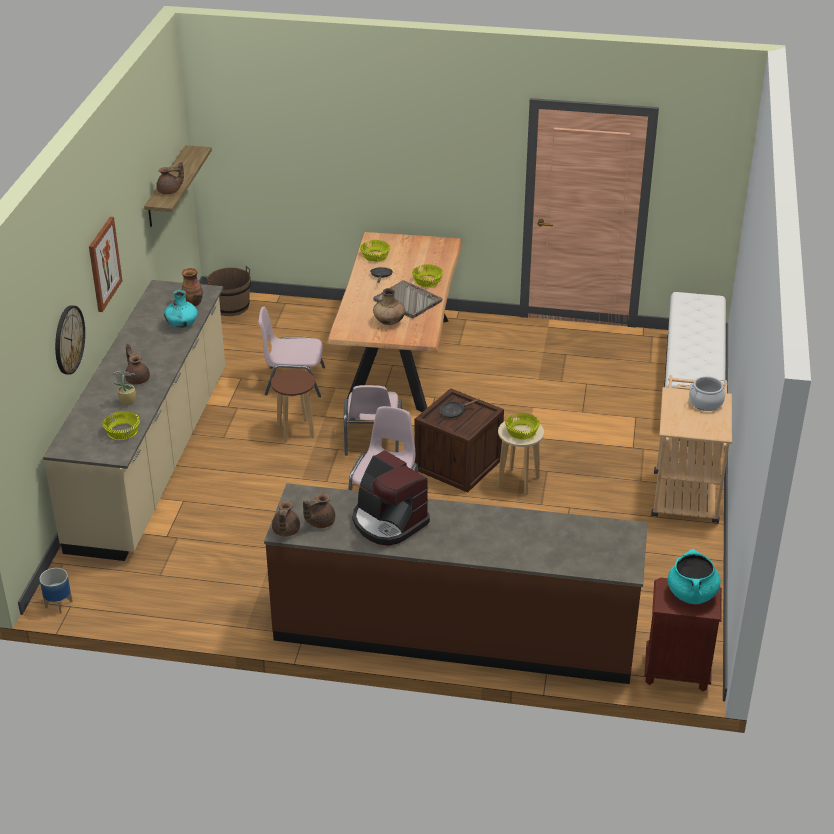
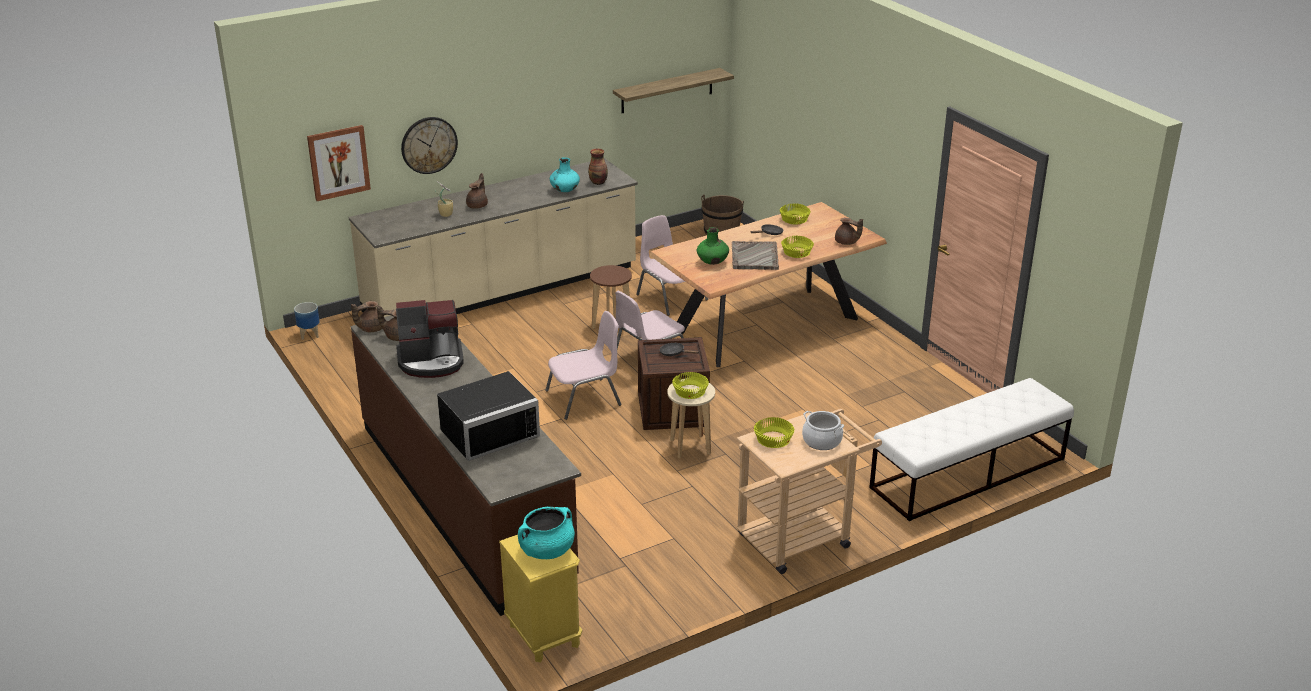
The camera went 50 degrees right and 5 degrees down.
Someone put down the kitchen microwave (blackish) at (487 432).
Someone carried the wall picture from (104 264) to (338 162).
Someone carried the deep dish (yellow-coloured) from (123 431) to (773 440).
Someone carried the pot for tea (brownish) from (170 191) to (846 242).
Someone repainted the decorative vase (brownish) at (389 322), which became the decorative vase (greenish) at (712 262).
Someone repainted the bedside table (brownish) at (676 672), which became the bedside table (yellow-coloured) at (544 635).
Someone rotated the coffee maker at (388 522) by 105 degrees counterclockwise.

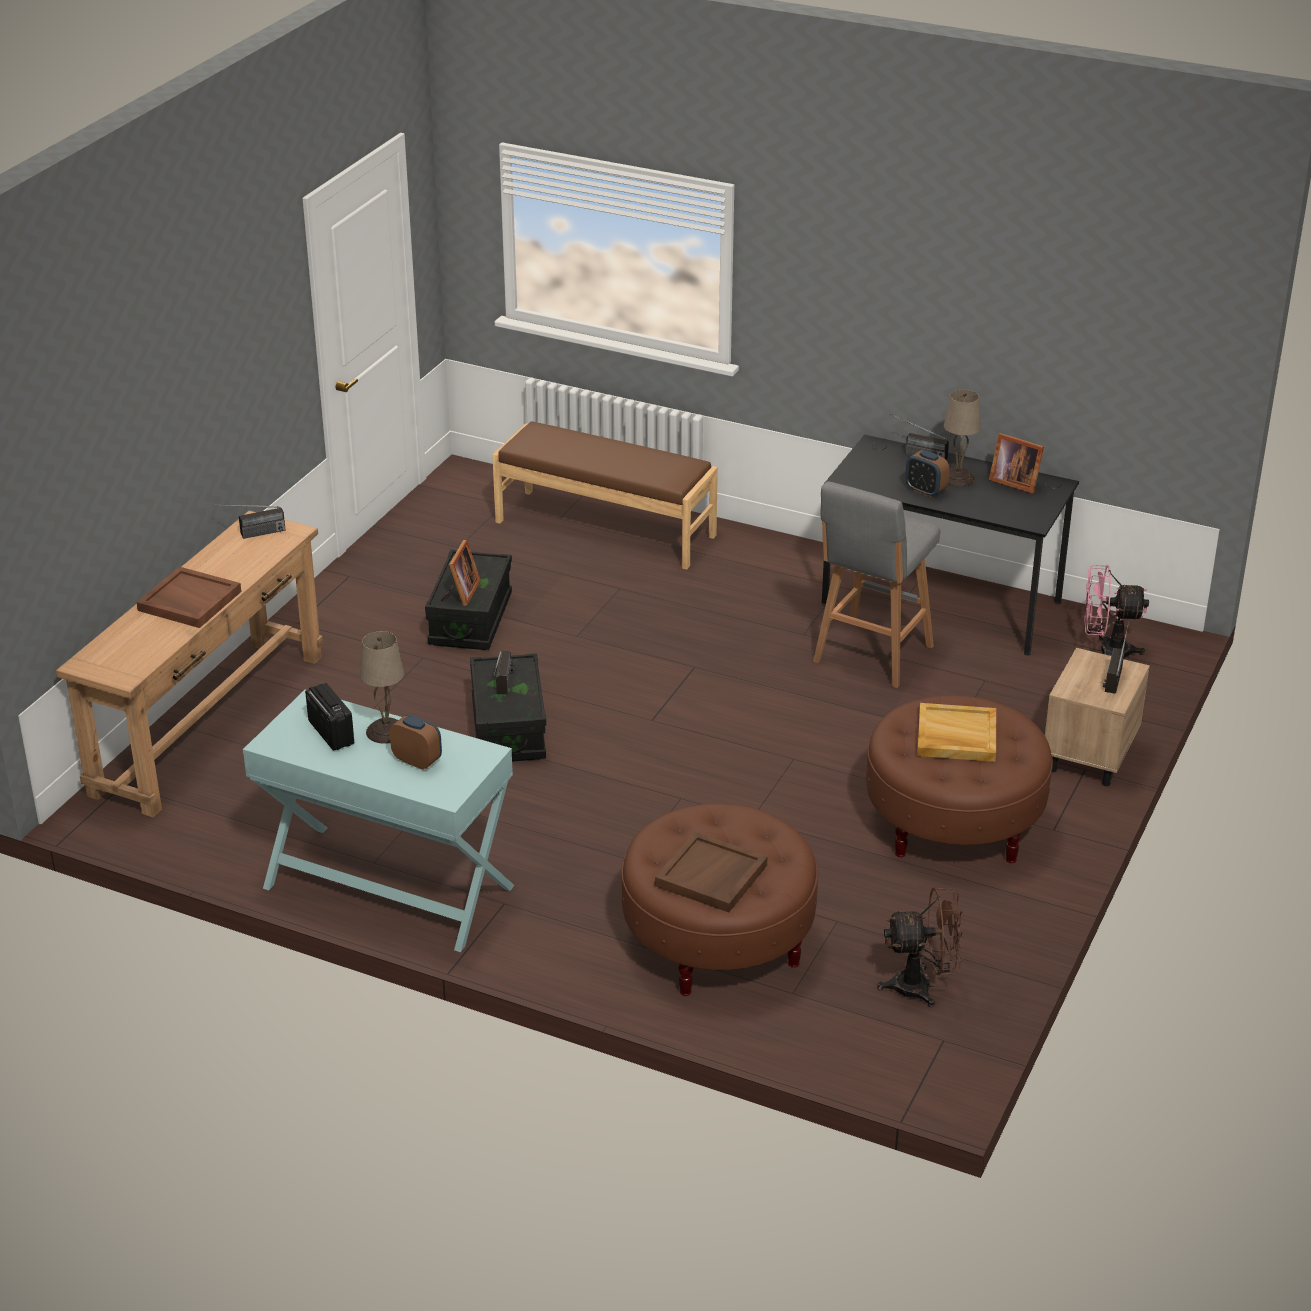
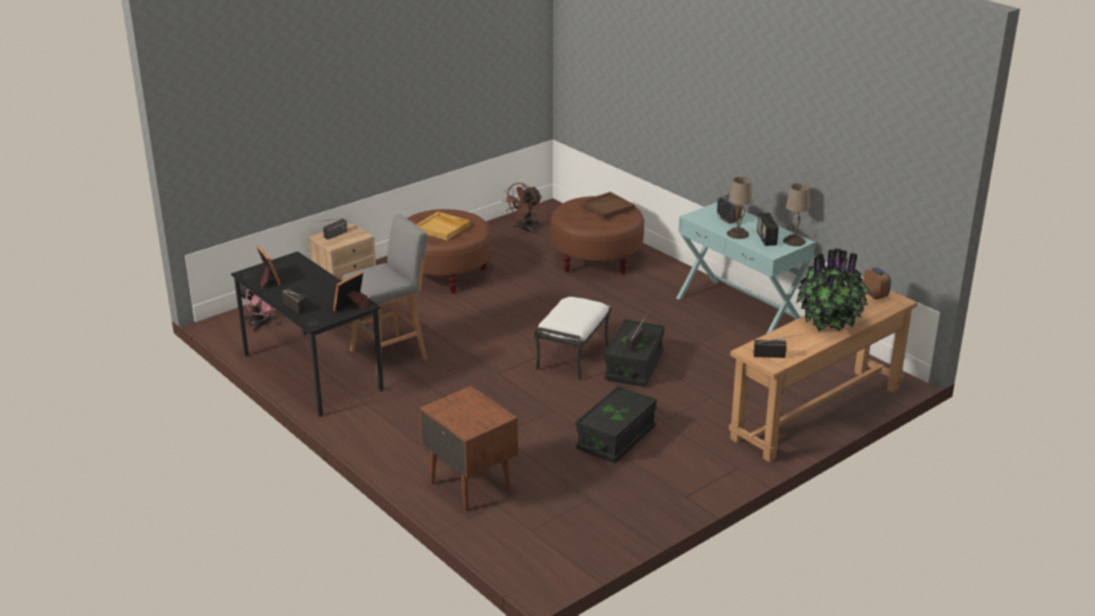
The camera went 155 degrees left and 5 degrees down.
Someone put down the ottoman (whitish) at (573 357).
Someone carried the picture frame from (461 593) to (352 306).
Someone carried the table clock from (925 491) to (875 295).
Someone carried the lamp for a table (sand-coloured) from (958 478) to (794 241).
Someone swapped the tray (brownish) at (188 601) for the potted plant at (830 322).
Someone swapped the bench (brownish) at (606 528) for the bedside table (brownish) at (469 485).
Someone rotated the electric fan (brownish) at (922 987) by 75 degrees counterclockwise.

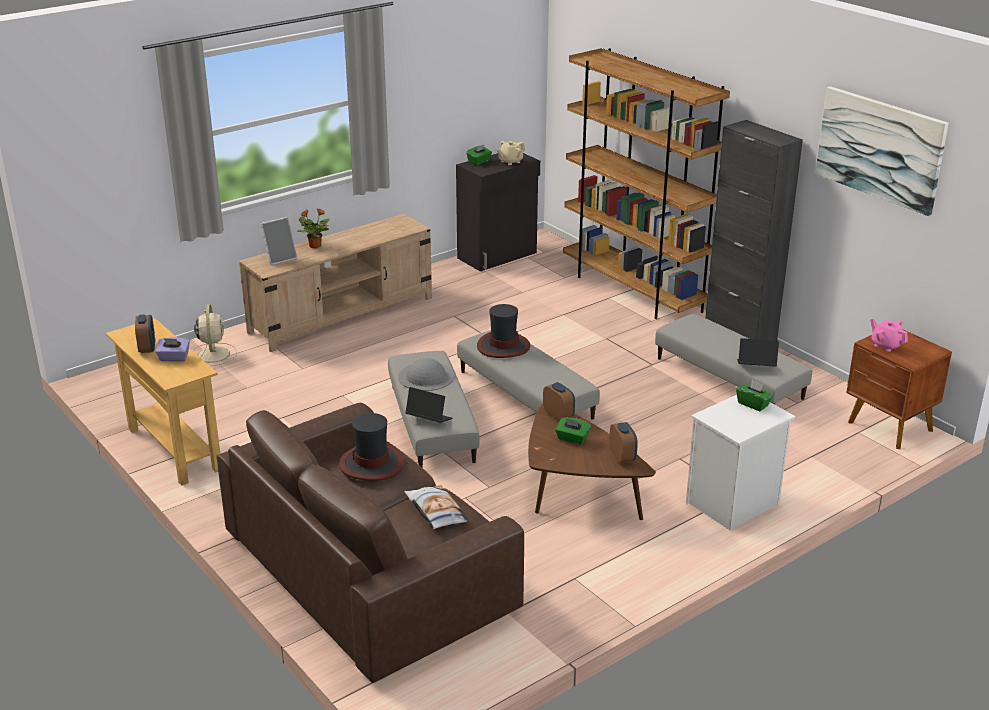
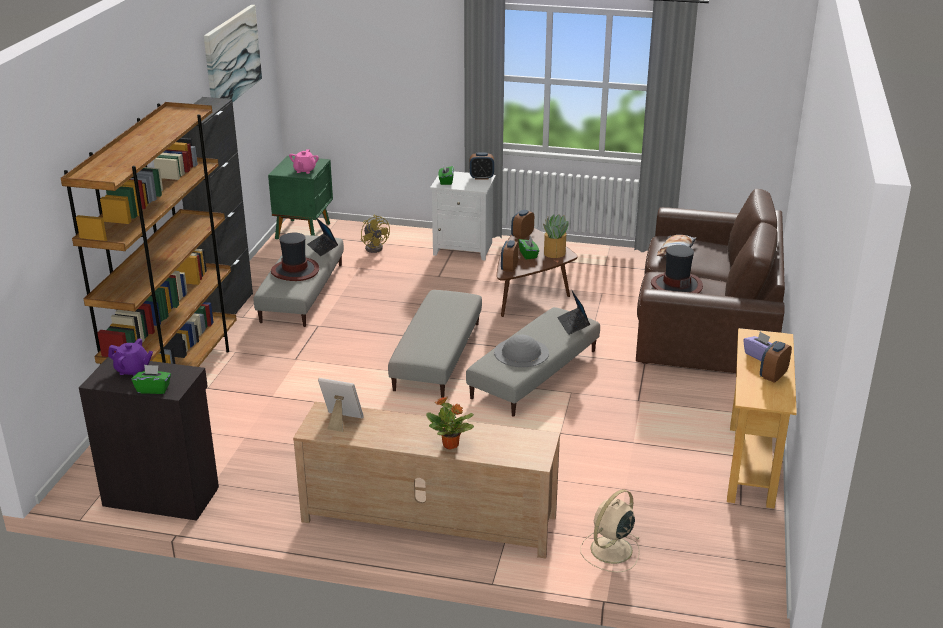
The camera went 130 degrees left and 0 degrees up.
Someone put down the electric fan (yellow-coloured) at (375 247).
Someone put down the table clock at (481 177).
Someone put down the potted plant at (554 253).
Someone carried the picture frame from (280 258) to (341 421).
Someone carried the wearable hat from (503 346) to (295 271).
Someone repainted the pot for tea (sand-coloured) at (510 161), which became the pot for tea (purple) at (133 370).
Someone repainted the bedside table (brownish) at (890 427), which became the bedside table (greenish) at (304 231).

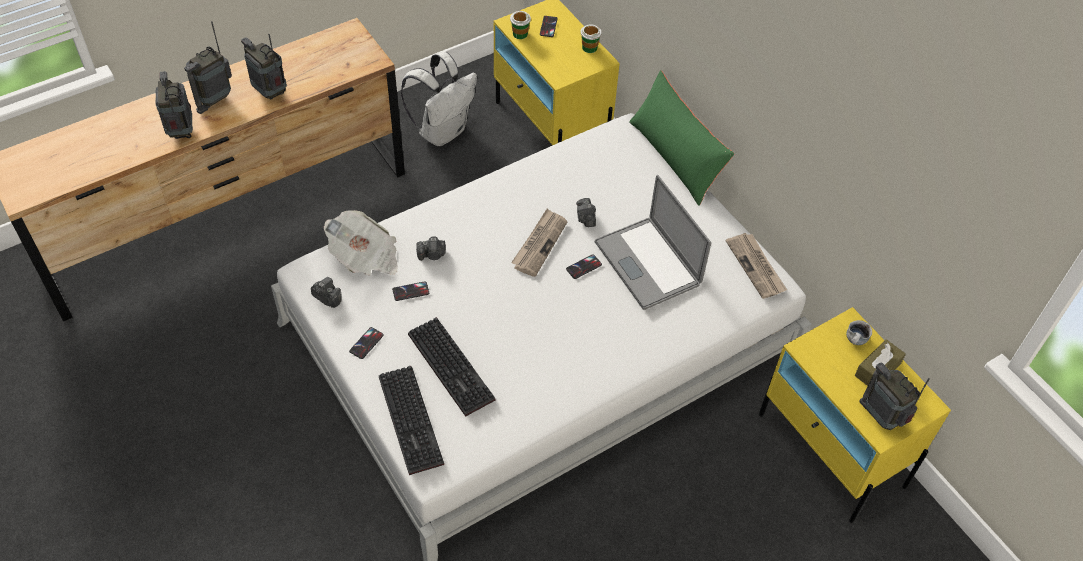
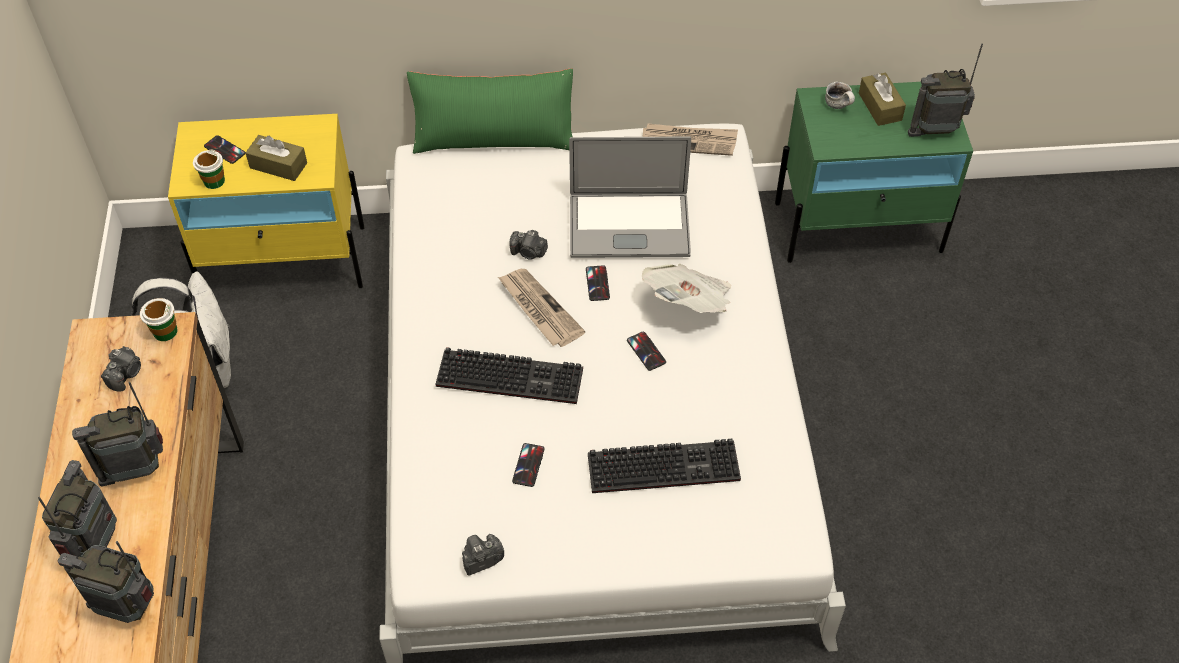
The camera went 60 degrees left and 0 degrees up.
Someone put down the tissue holder (brownish) at (278 165).
Someone carried the printed paper from (365 257) to (689 303).
Someone carried the telephone from (366 343) to (646 351).
Someone carried the computer keyboard from (413 421) to (512 376).
Someone carried the photo camera from (432 255) to (126 374).
Someone carried the cup from (589 47) to (165 331).
Someone repainted the bedside table (yellow-coloured) at (831 450), which became the bedside table (greenish) at (859 227).
Someone rotated the radio receiver at (214 99) by 150 degrees counterclockwise.

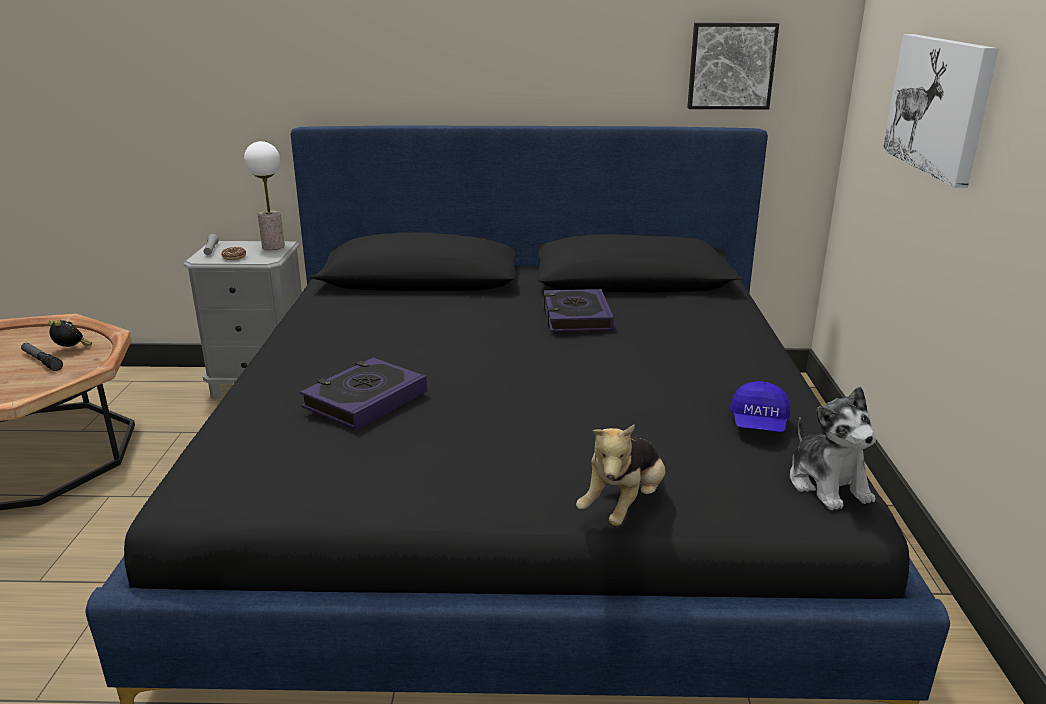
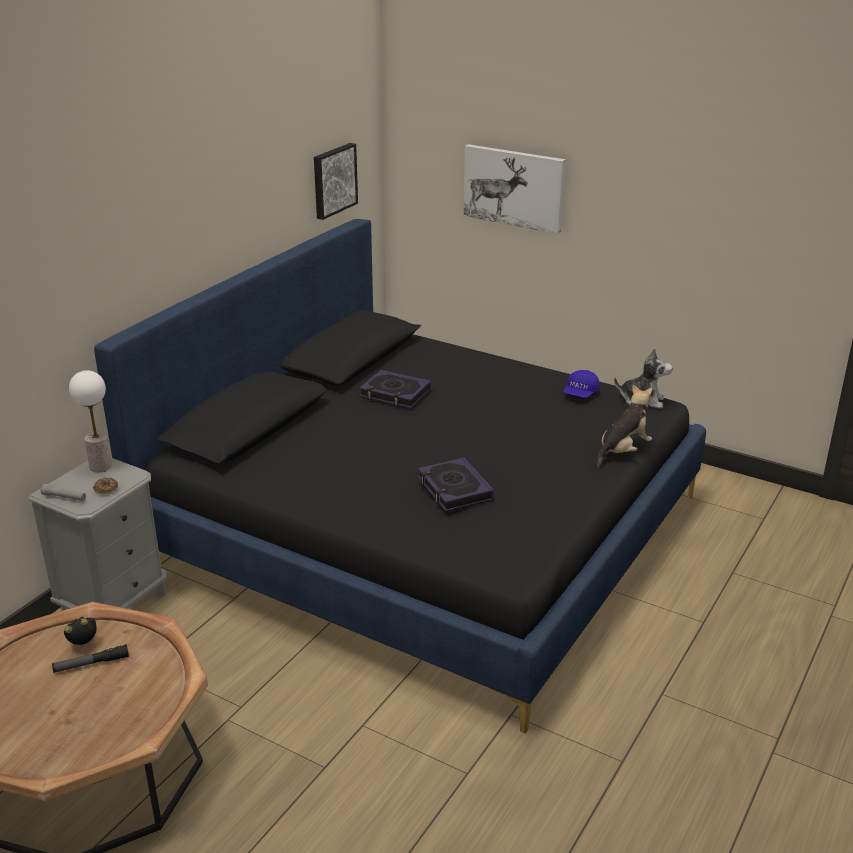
The camera went 60 degrees left and 5 degrees up.
Someone rotated the plush toy at (624 505) by 105 degrees counterclockwise.
Someone rotated the peaked cap (blue-coloured) at (759 424) by 75 degrees clockwise.

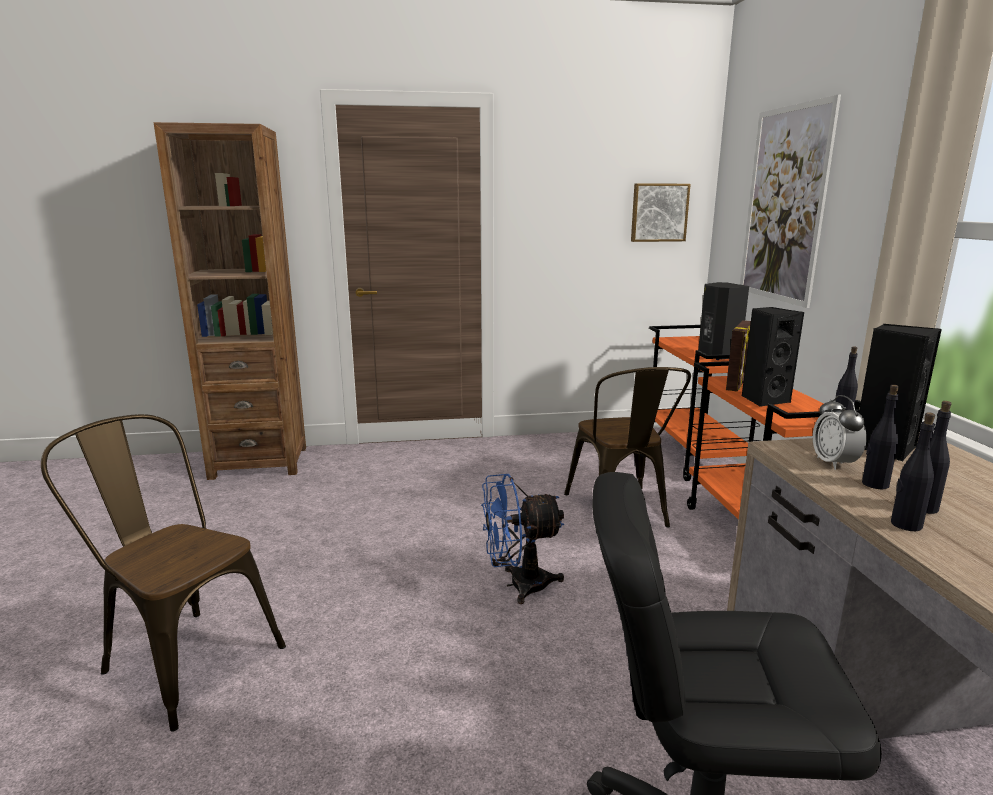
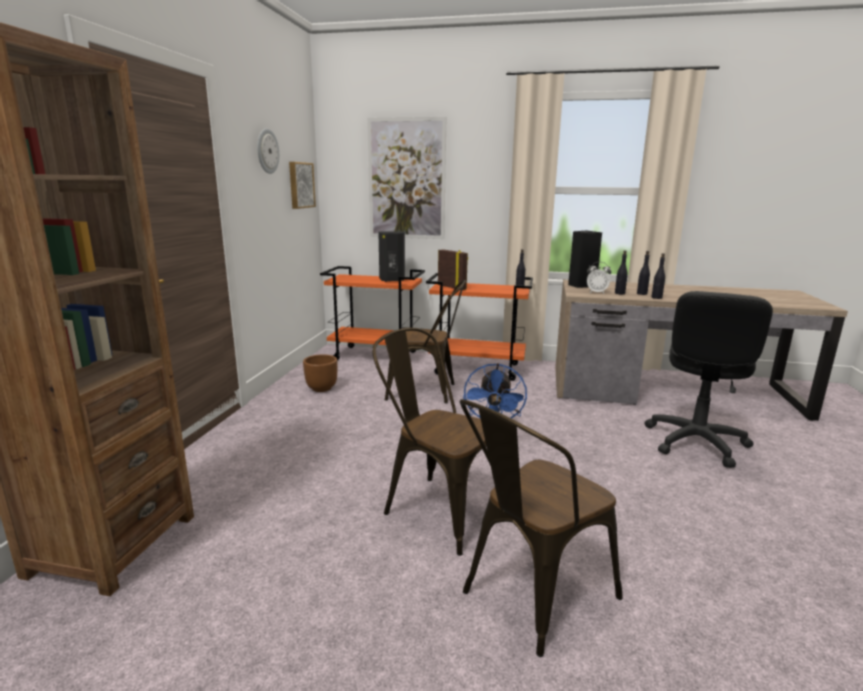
The camera went 70 degrees left and 0 degrees up.
Someone took away the audio speaker (blackish) at (764 400).
Someone put up the wall clock at (267 151).
Someone put down the plant pot (brownish) at (322 388).
Someone put down the plain chair (brownish) at (436 507).

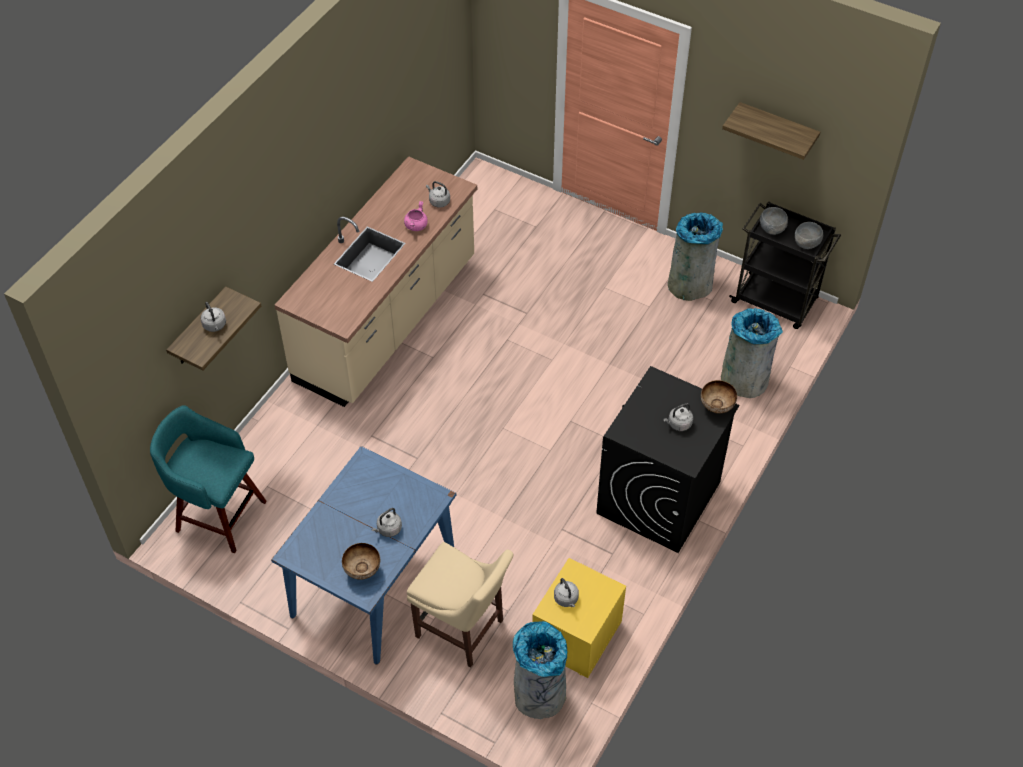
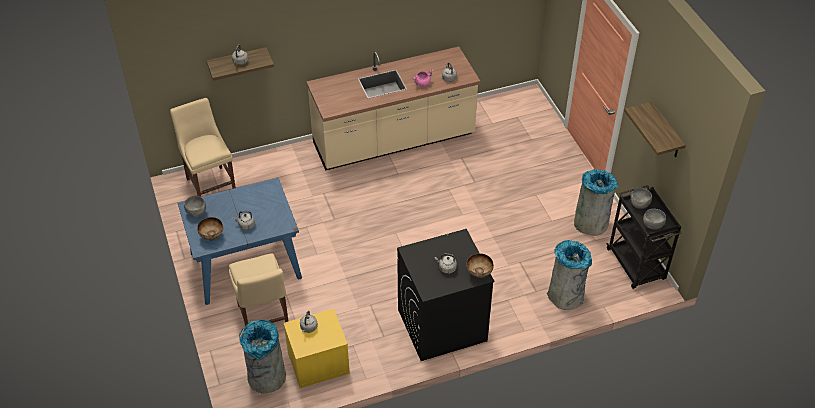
The camera went 40 degrees right and 5 degrees down.
Someone put down the deep dish (grey) at (196 212).
Someone swapped the sitting stool (turquoise-coloured) at (218 515) for the plain chair (sand-coloured) at (210 183).

